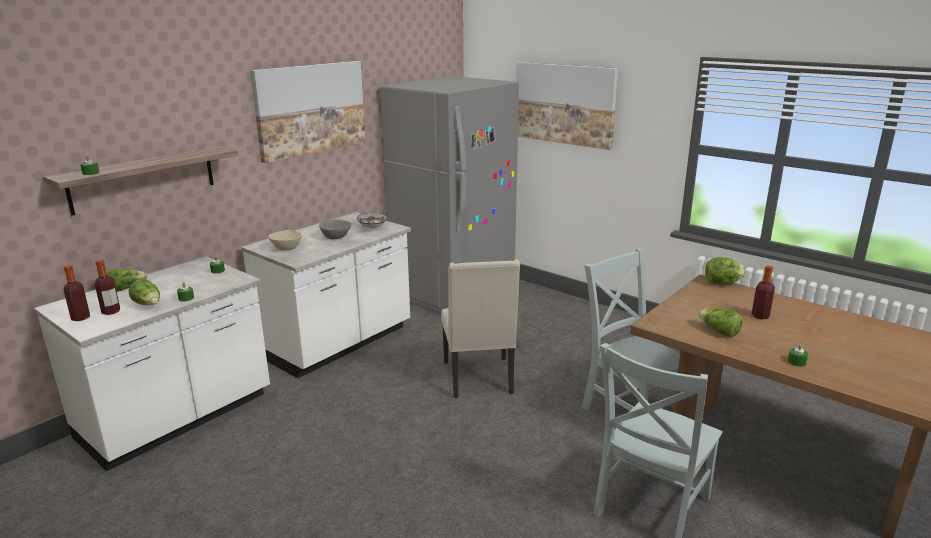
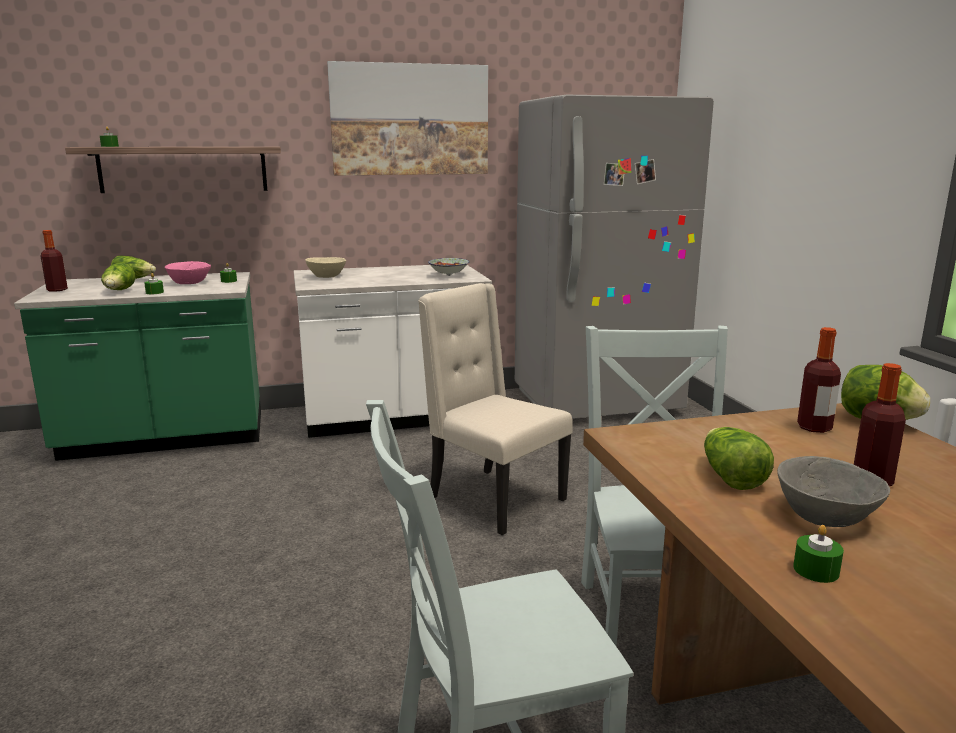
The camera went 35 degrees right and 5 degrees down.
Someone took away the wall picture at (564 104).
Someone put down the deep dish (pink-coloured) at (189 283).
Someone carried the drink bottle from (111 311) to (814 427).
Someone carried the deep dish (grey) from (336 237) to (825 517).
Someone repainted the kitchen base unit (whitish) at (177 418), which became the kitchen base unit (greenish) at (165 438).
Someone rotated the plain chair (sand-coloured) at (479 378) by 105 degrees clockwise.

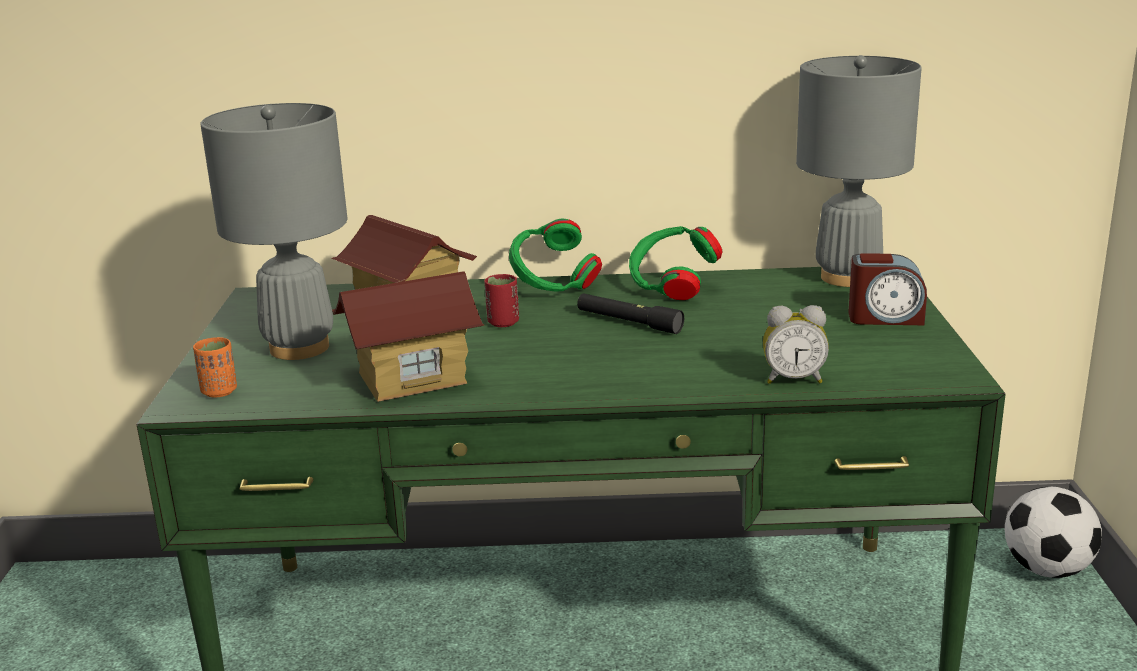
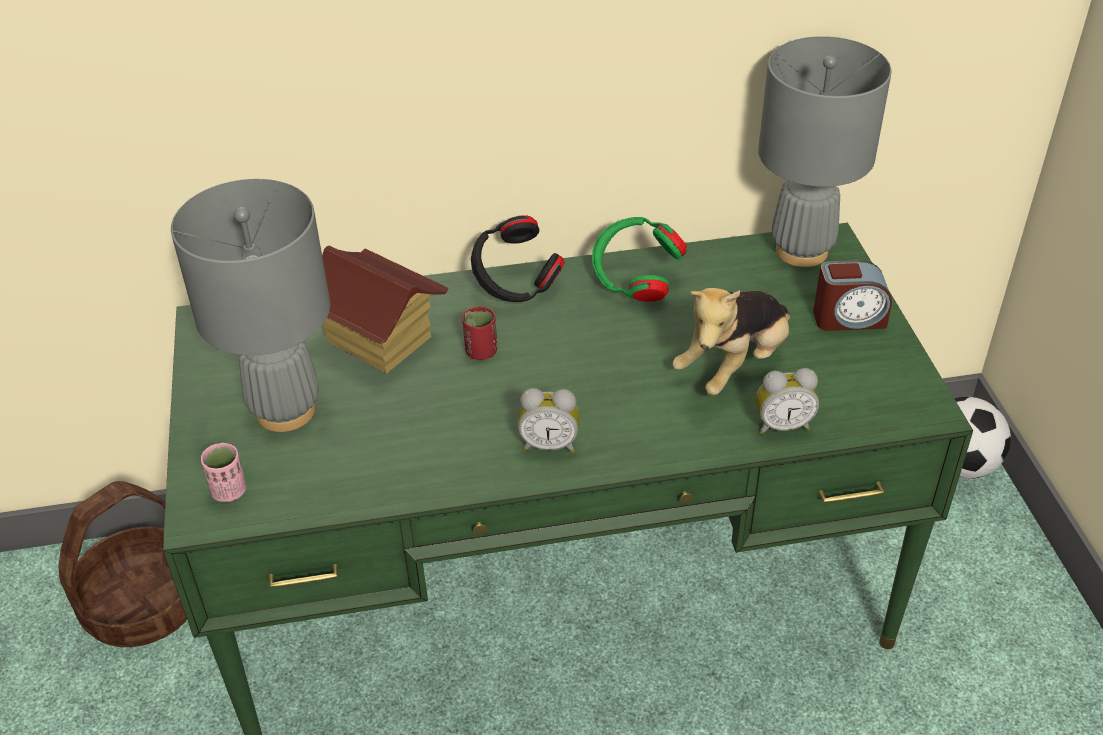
The camera went 10 degrees left and 20 degrees up.
Someone took away the toy house at (412 378).
Someone took away the torch (blackish) at (628 322).
Someone put down the basket at (143 605).
Someone put down the table clock at (549 444).
Someone put down the plush toy at (734 365).
Someone repainted the cup (orange) at (219 391), which became the cup (pink-coloured) at (229 491).
Someone repainted the headphones (greenish) at (553 288), which became the headphones (blackish) at (515 287).

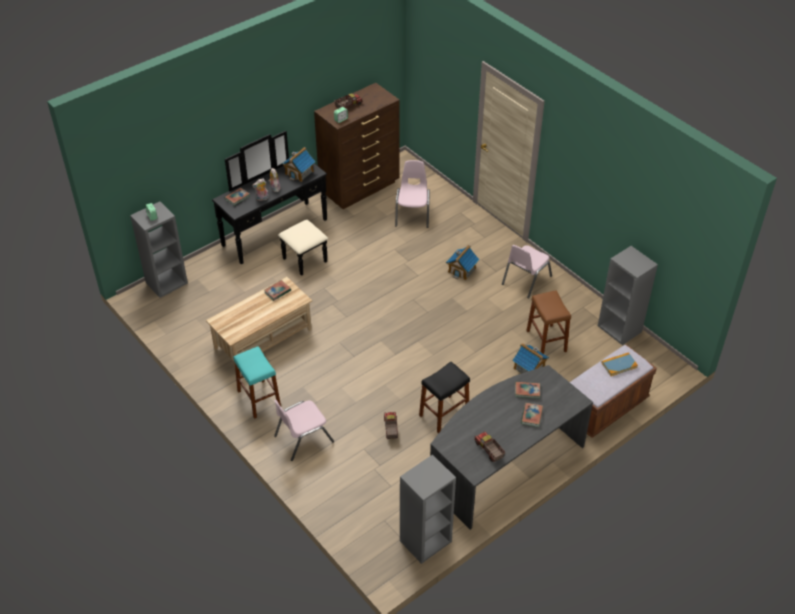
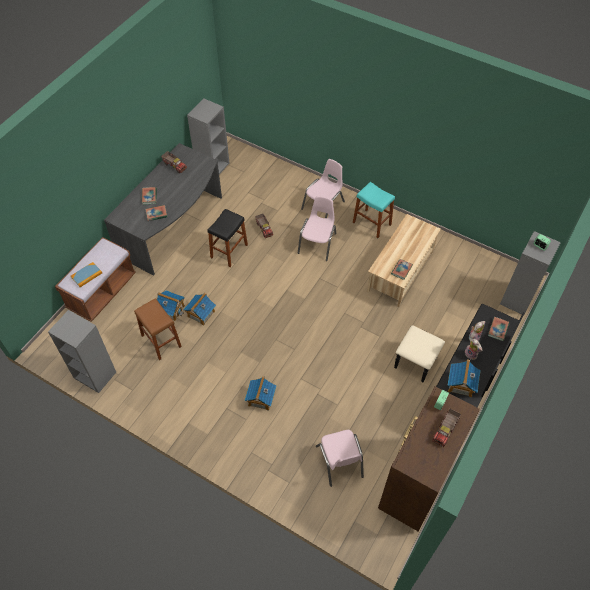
The camera went 160 degrees right and 10 degrees up.
Someone put down the toy house at (200 314).
Someone carried the plain chair (pink-coloured) from (526 280) to (317 243).

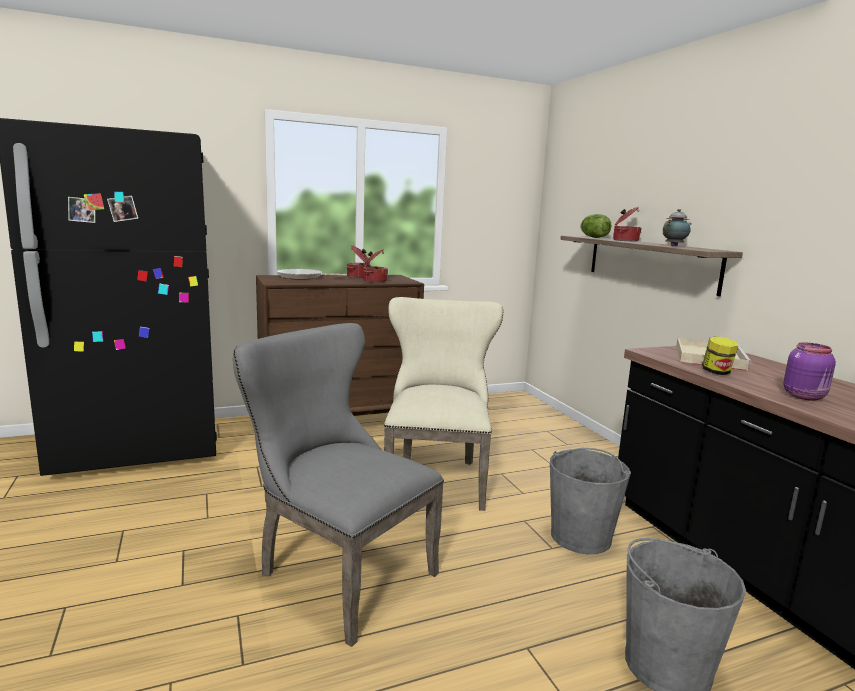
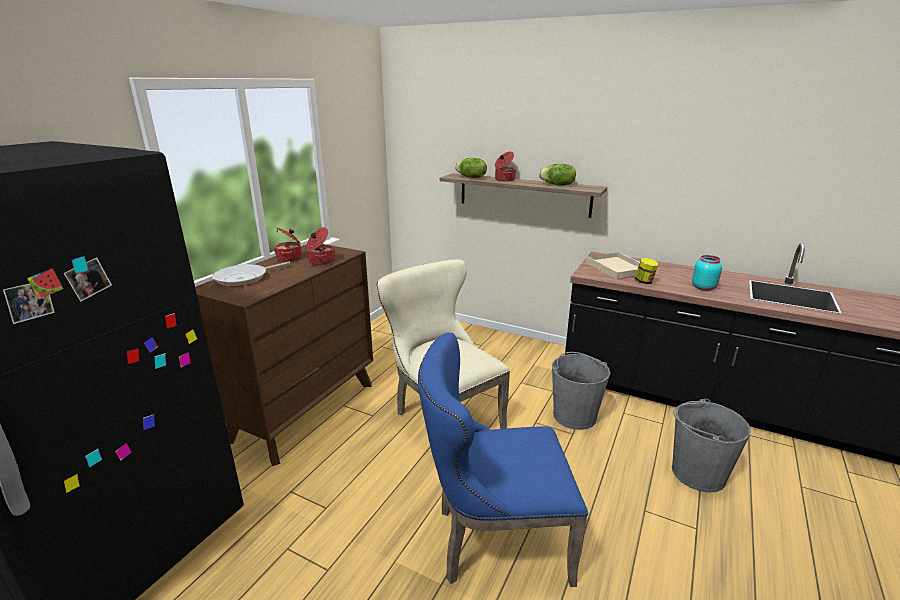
The camera went 40 degrees left and 10 degrees up.
Someone swapped the pot for tea at (675 246) for the lettuce at (557 185).
Someone repainted the plain chair (grey) at (337 572), which became the plain chair (blue-coloured) at (493 541).
Someone repainted the storage jar (purple) at (805 396), which became the storage jar (turquoise-coloured) at (704 288).

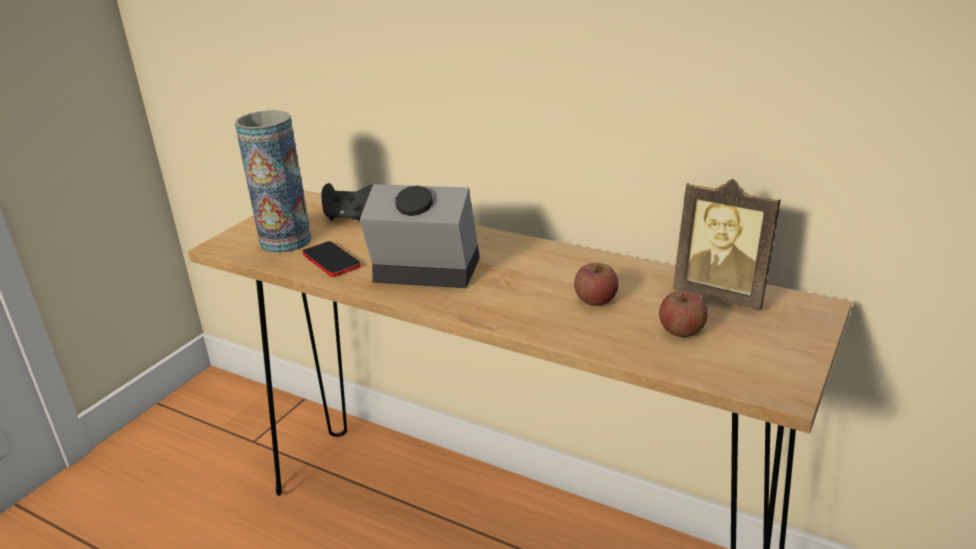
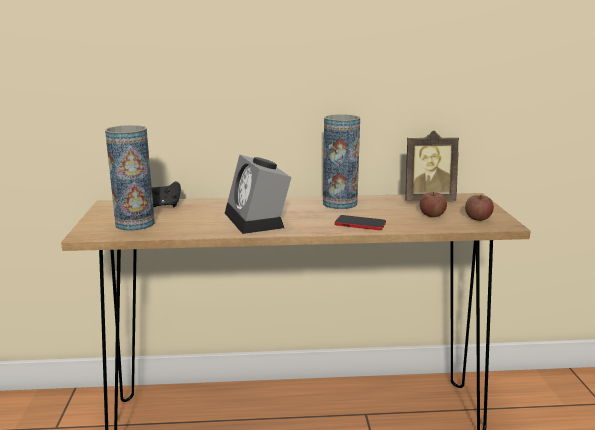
The camera went 35 degrees left and 10 degrees down.
Someone put down the decorative vase at (339 203).
Someone carried the telephone from (331 260) to (360 224).
Someone carried the apple from (595 300) to (478 218).
Someone rotated the table clock at (422 272) by 90 degrees counterclockwise.

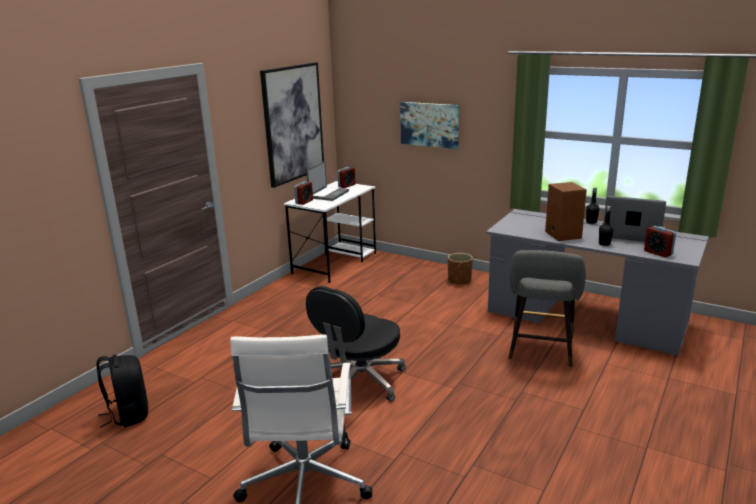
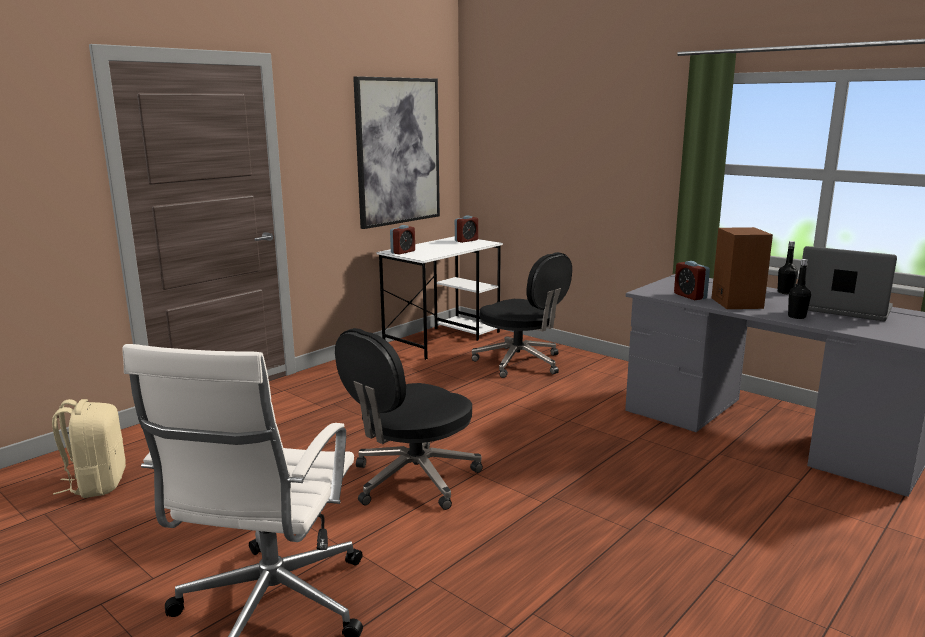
The camera went 10 degrees right and 5 degrees down.
Someone took away the notebook computer at (328 194).
Someone took away the wall picture at (429 124).
Someone took away the plant pot (brownish) at (459 281).
Someone took away the sitting stool (grey) at (541 351).
Someone put down the computer chair (blackish) at (520 363).
Someone carried the table clock from (658 253) to (690 296).
Someone repainted the knapsack (blackish) at (128 415), which became the knapsack (sand-coloured) at (97 484).

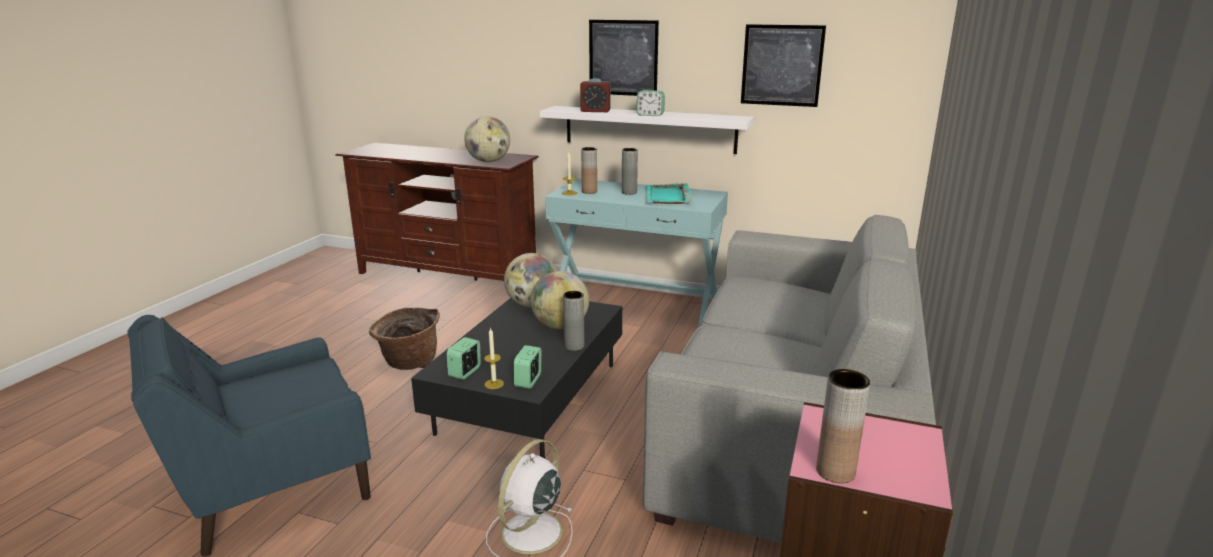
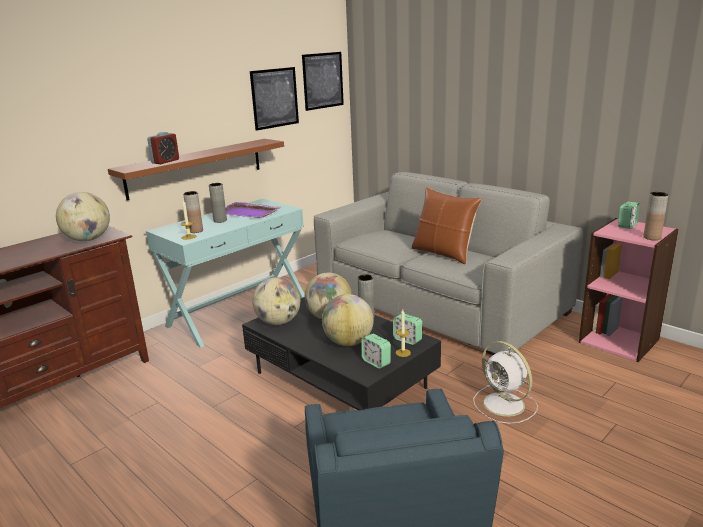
The camera went 65 degrees left and 0 degrees up.
Someone took away the basket at (409 363).
Someone put down the world globe at (348 342).
Someone put down the throw pillow (brownish) at (443 253).
Someone carried the wall picture from (623 58) to (323 80).
Someone carried the table clock from (650 115) to (627 225).
Someone repainted the wall shelf (whitish) at (649 129), which became the wall shelf (brownish) at (196 167).
Someone repainted the tray (turquoise-coloured) at (667 196), which became the tray (purple) at (248 212).

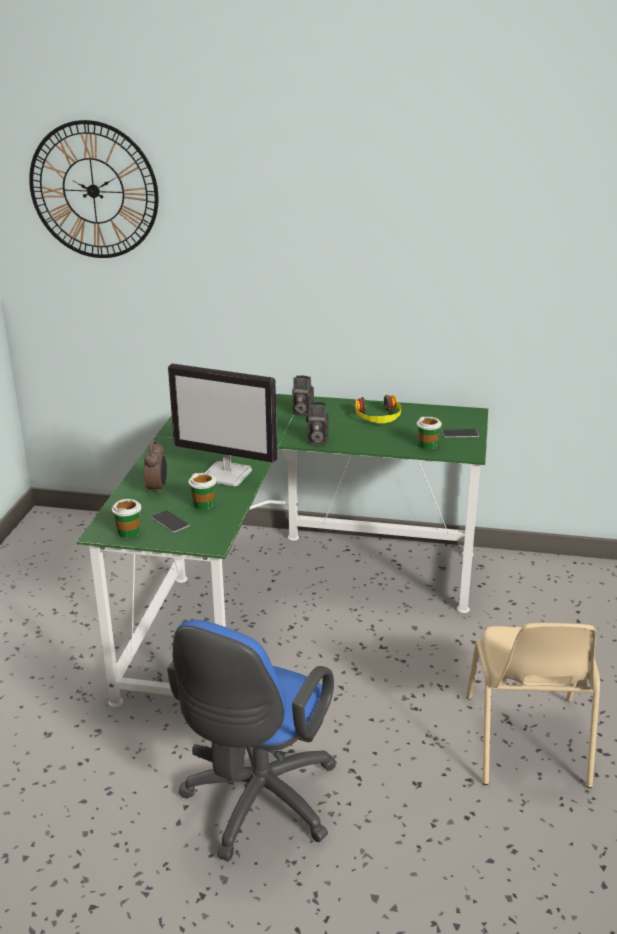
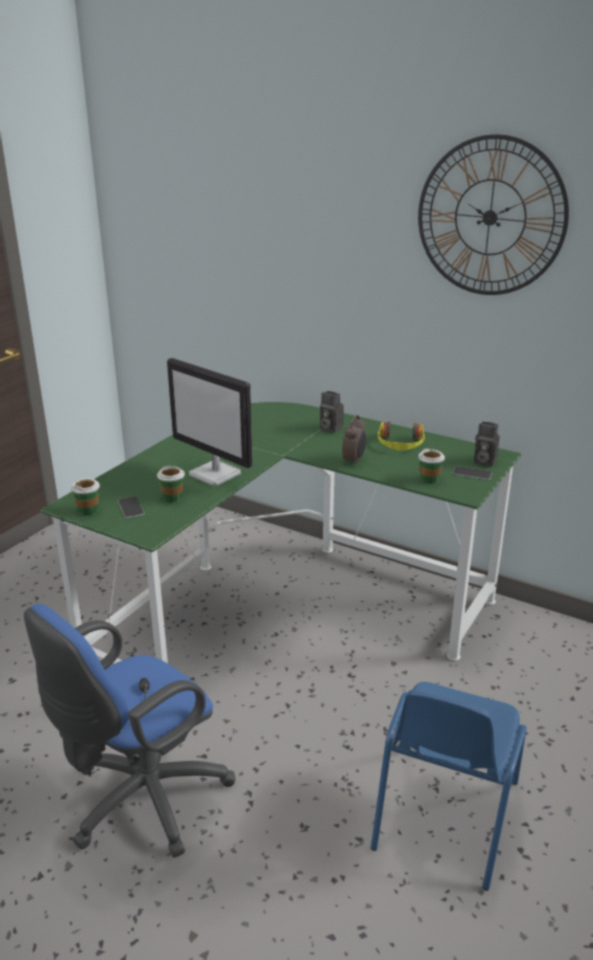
The camera went 20 degrees right and 0 degrees up.
Someone carried the wall clock from (93 191) to (490 217).
Someone carried the table clock from (157 489) to (354 461).
Someone carried the photo camera from (316 441) to (483 461).
Someone repainted the plain chair (sand-coloured) at (526 742), which became the plain chair (blue-coloured) at (443 816).

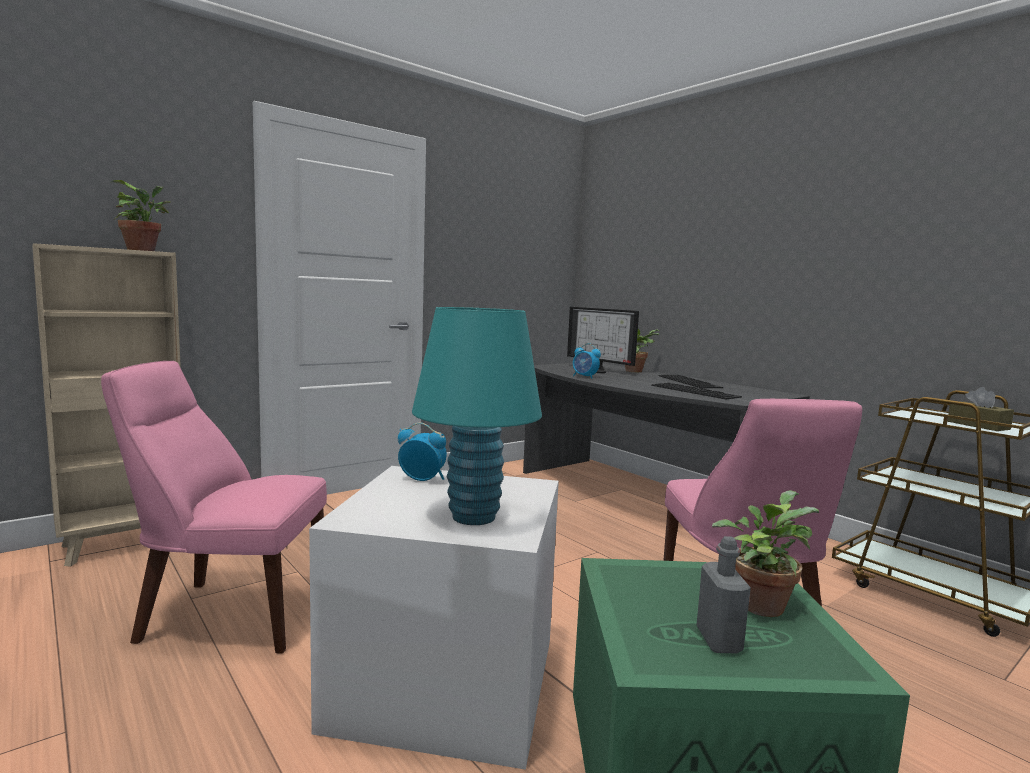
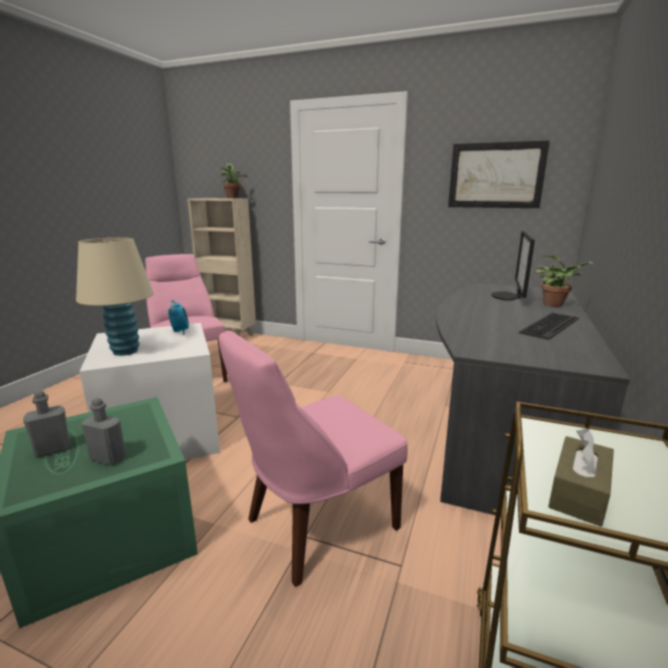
The camera went 60 degrees right and 10 degrees up.
Someone took away the table clock at (585 377).
Someone took away the computer keyboard at (696 391).
Someone put up the wall picture at (496 175).
Someone swapped the potted plant at (761 603) for the drink bottle (grey) at (108 458).
Someone repainted the lamp for a table (turquoise-coloured) at (473 517), which became the lamp for a table (sand-coloured) at (125 351).

